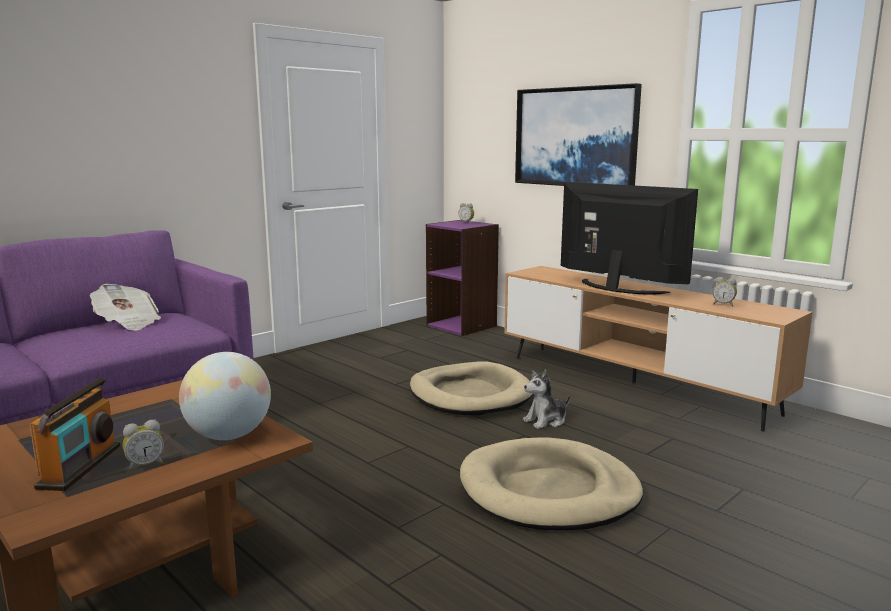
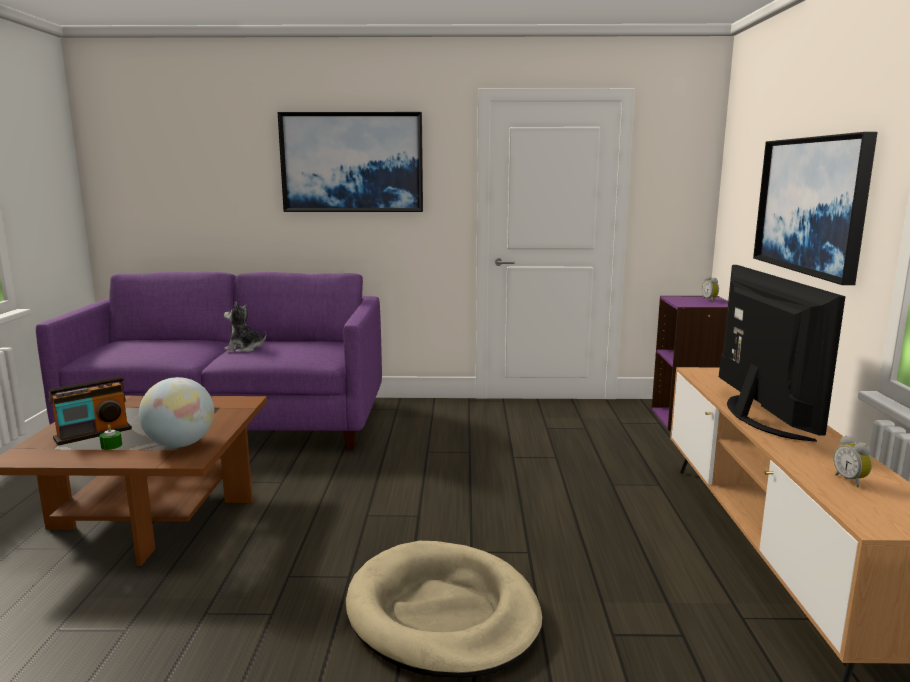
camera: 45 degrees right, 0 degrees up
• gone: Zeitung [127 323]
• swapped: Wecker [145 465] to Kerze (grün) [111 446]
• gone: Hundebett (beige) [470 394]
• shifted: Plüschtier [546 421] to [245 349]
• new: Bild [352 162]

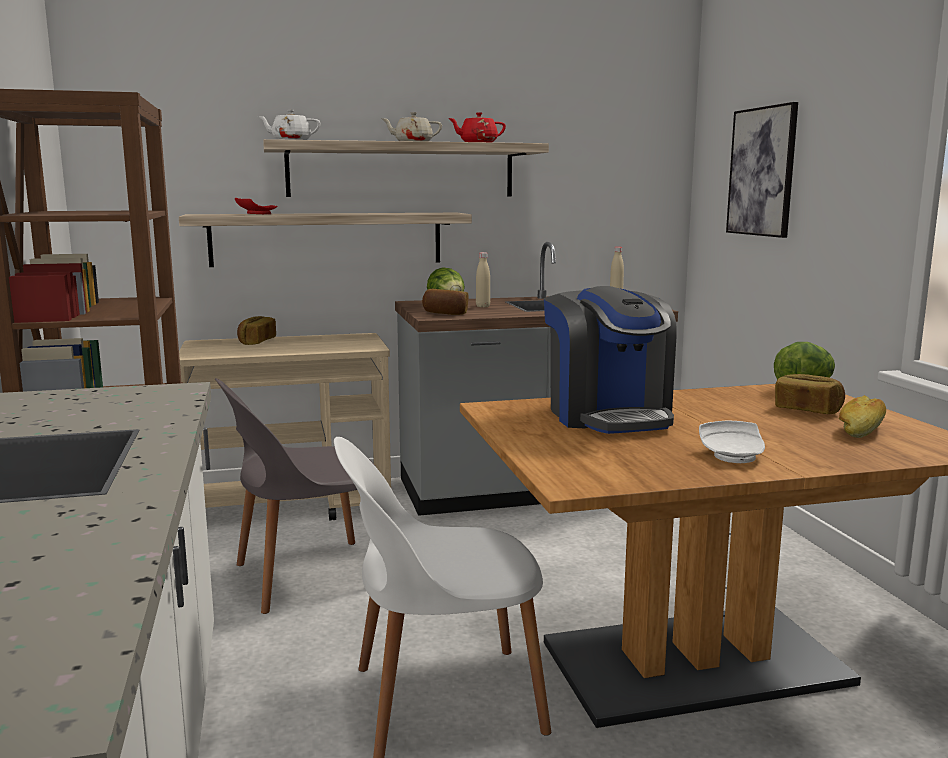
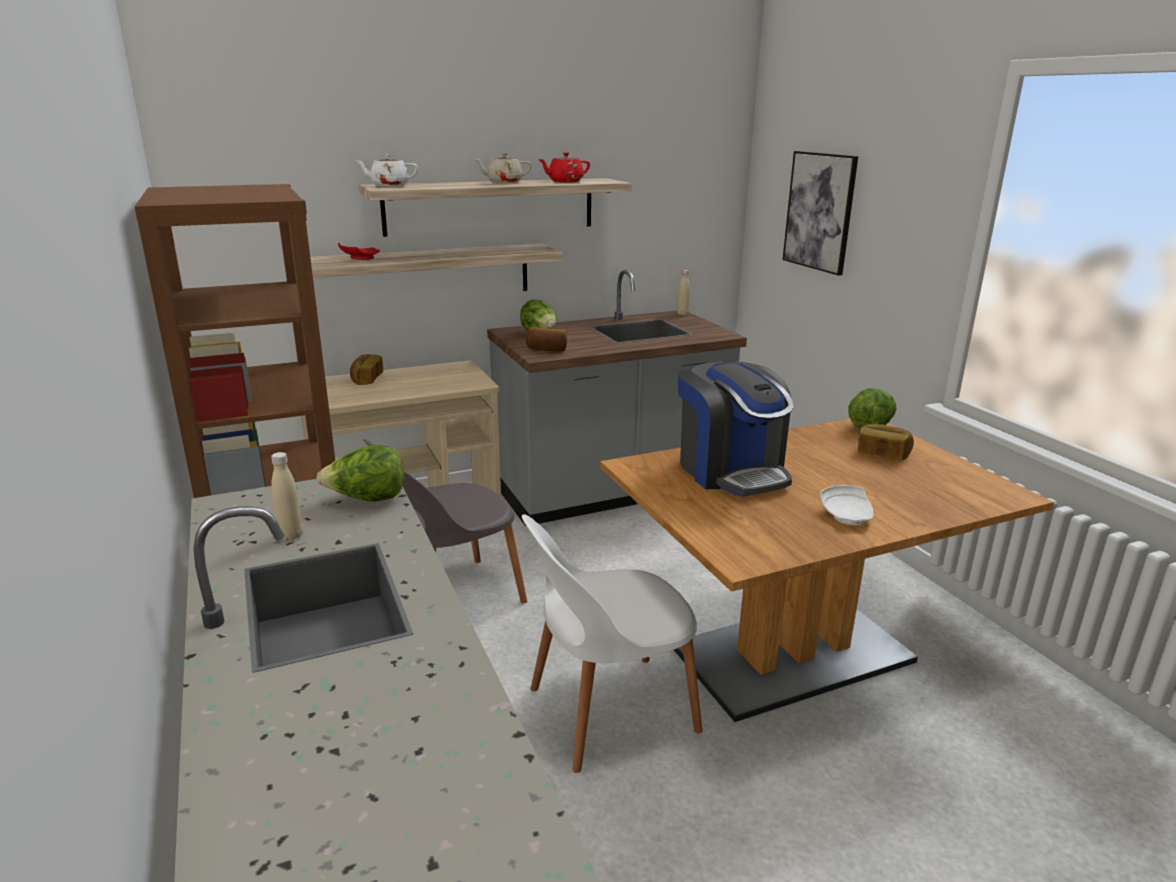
camera: 10 degrees left, 10 degrees up
• shifted: Flasche (beige) [483 306] to [291 536]
• gone: Brot [861 431]
• new: Salatkopf [367 499]

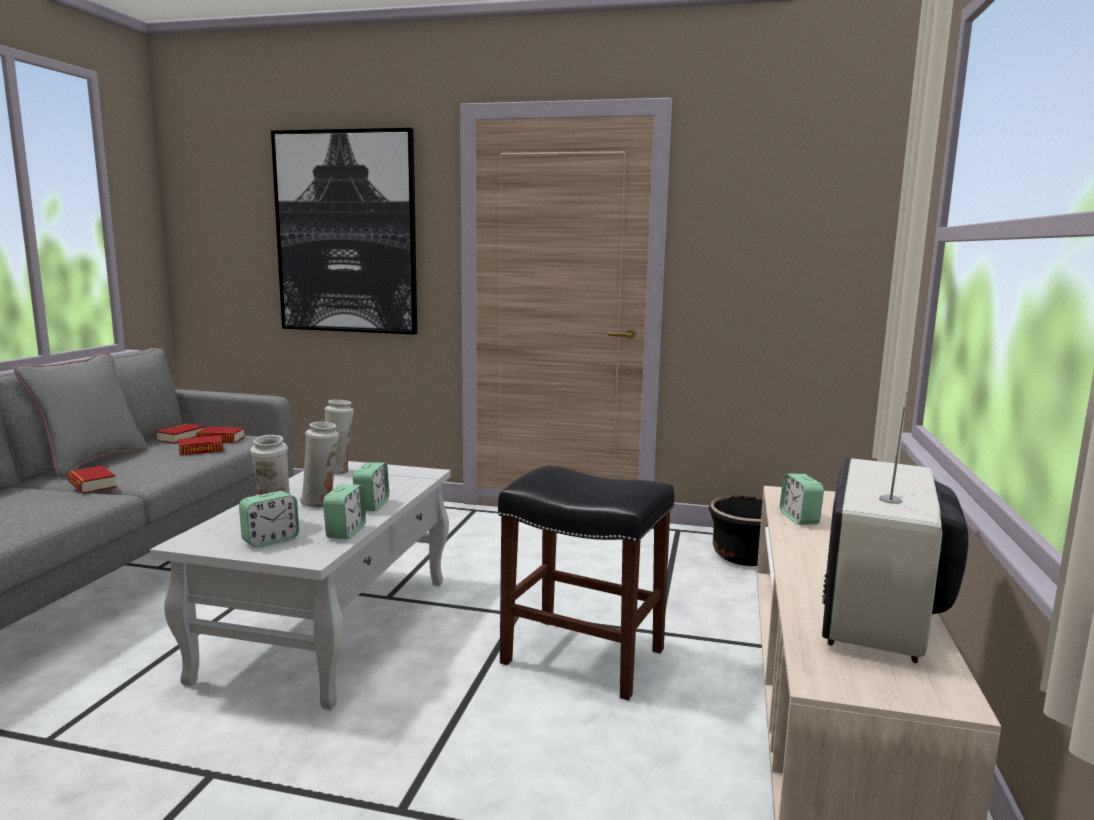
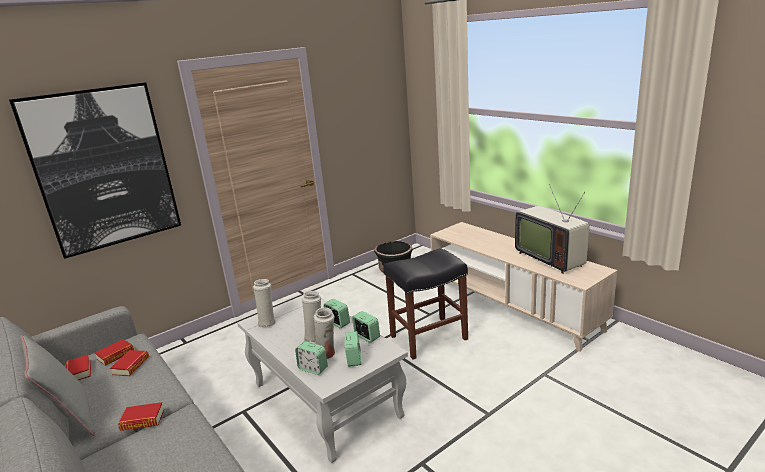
camera: 50 degrees left, 10 degrees up
• shifted: Wecker [799 518] to [313 368]

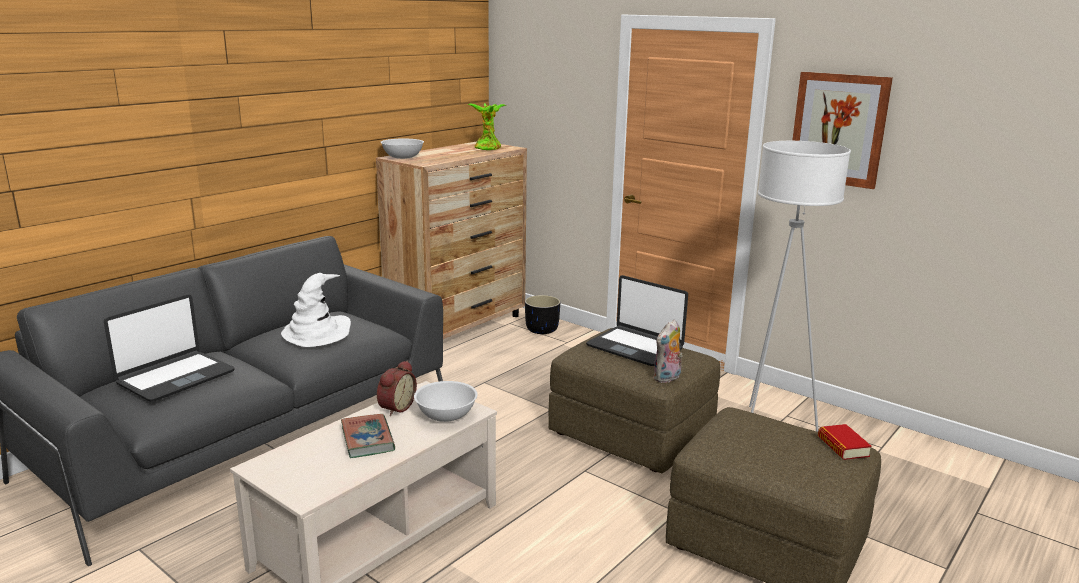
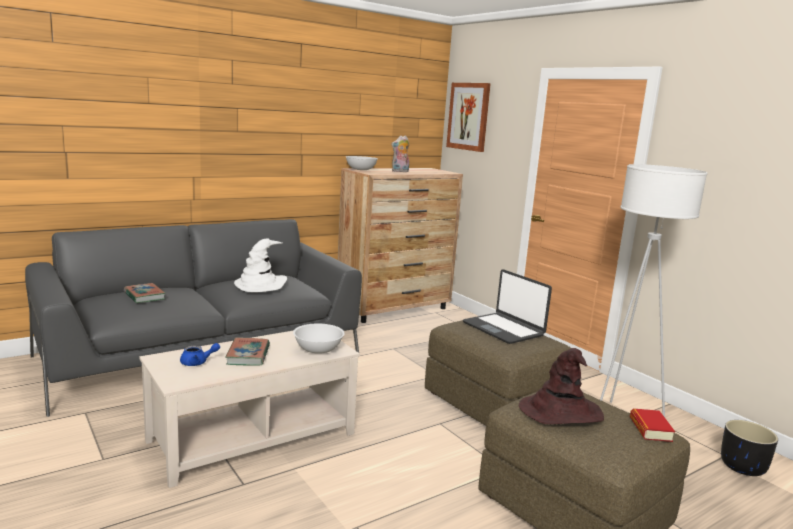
camera: 15 degrees right, 5 degrees down
• swapped: Laptop [175 377] to Buch [144 296]
• gone: Wecker [395 408]
• gone: Topfpflanze [487 148]
• shifted: Pflanzkübel (schwarz) [542 330] to [743 467]
• shifted: Plüschtier [667 378] to [400 171]
• shifted: Bild [838 129] to [468 116]
• new: Teekanne (blau) [198 362]
• new: Hut (braun) [560 412]

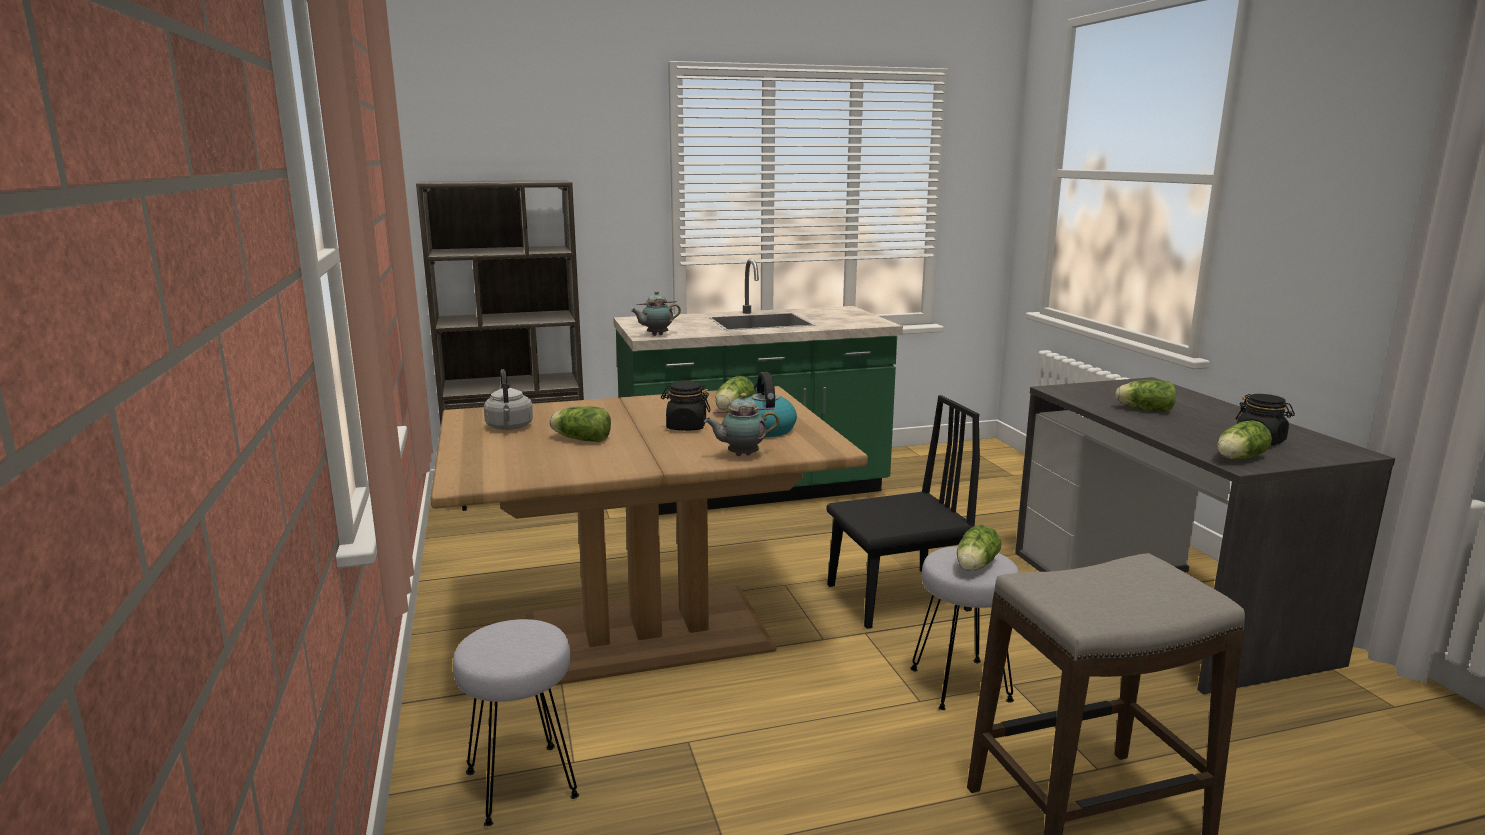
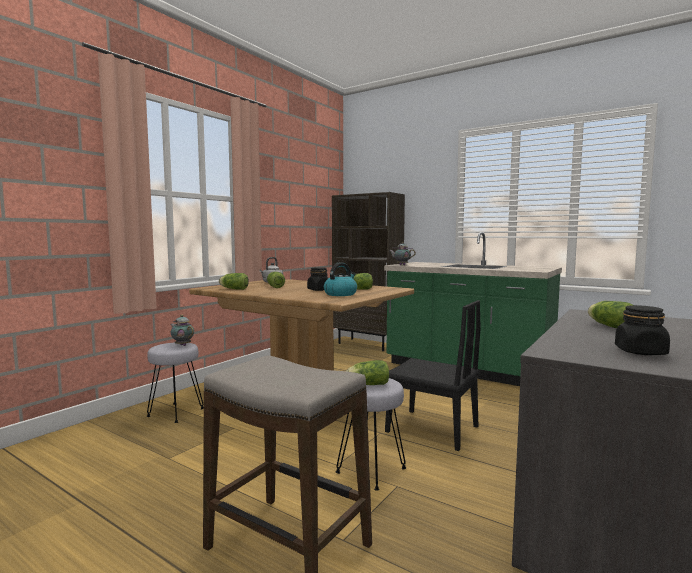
camera: 50 degrees right, 10 degrees down
• shifted: Teekanne [741 455] to [182 345]
• shifted: Salatkopf [1238 458] to [233 289]

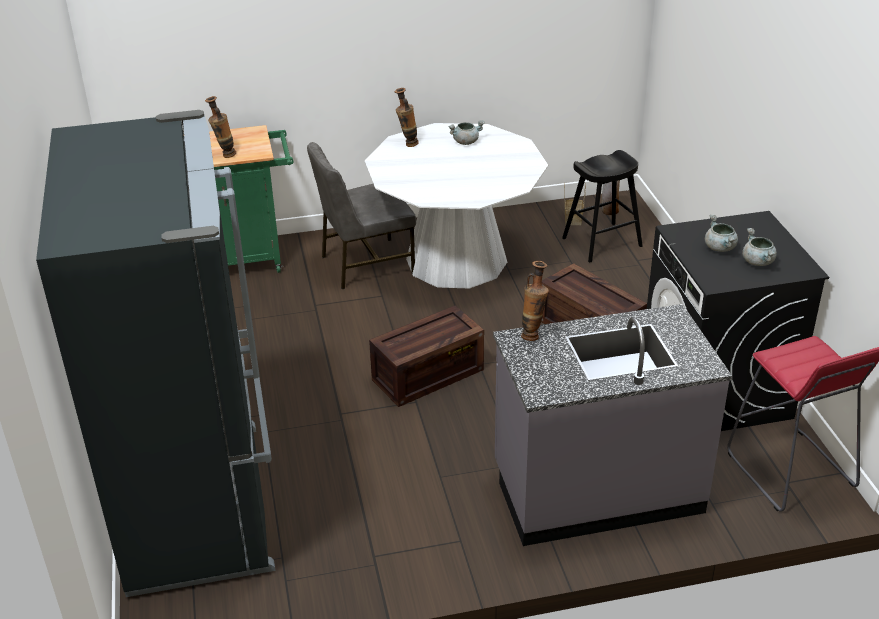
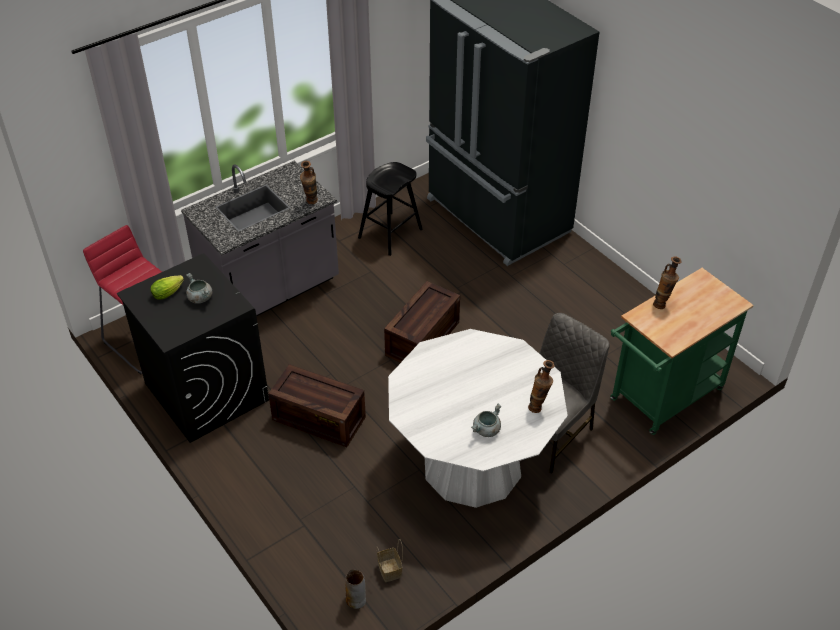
camera: 155 degrees right, 10 degrees up
• shifted: Hocker (schwarz) [602 242] to [390 234]
• swapped: Kochtopf (grau) [758 262] to Salatkopf [169 292]

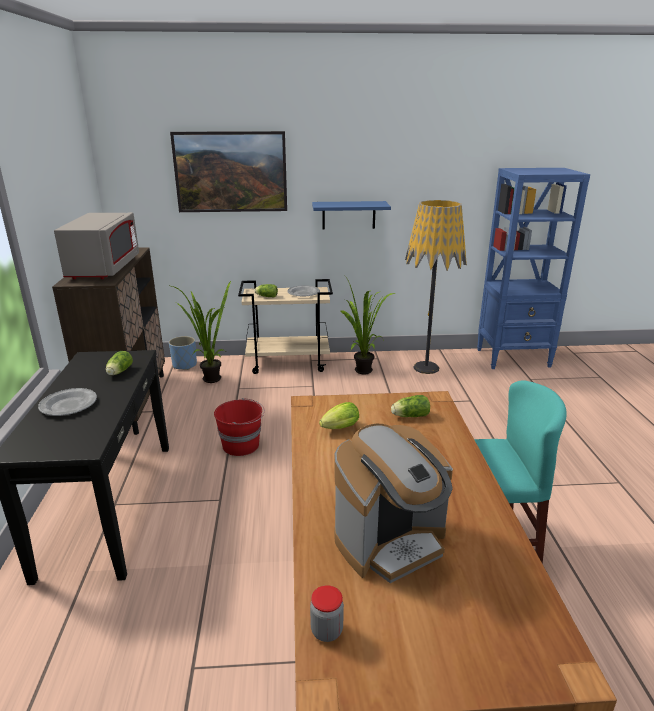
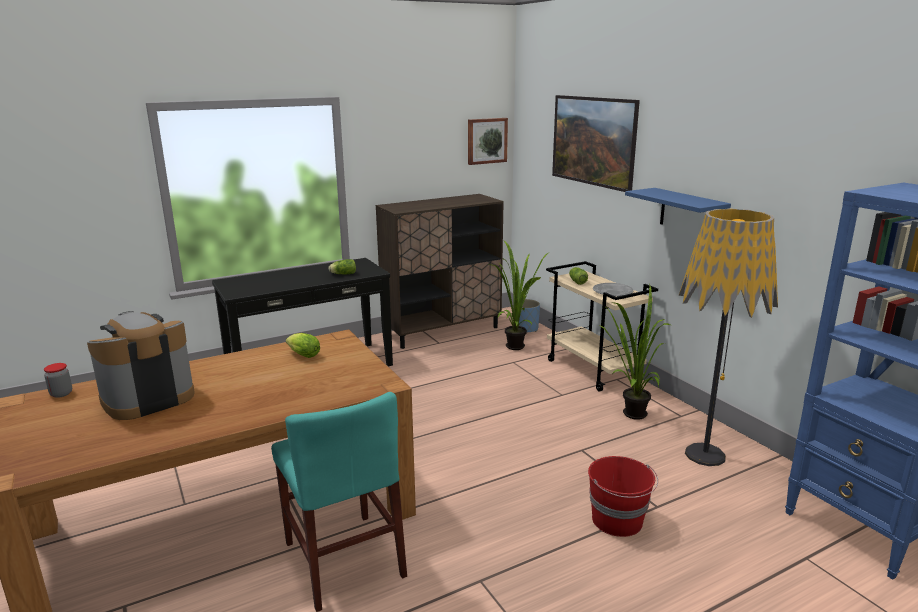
camera: 65 degrees right, 5 degrees down
• gone: Teller (grau) [69 405]
• gone: Mikrowelle (grau) [105 269]
• shifted: Eimer (rot) [241 445] to [618 521]
• rotated: Kaffeemaschine [390 542] = [148 398] 105 degrees clockwise
• gone: Salatkopf [409 416]
• new: Bild [486 141]

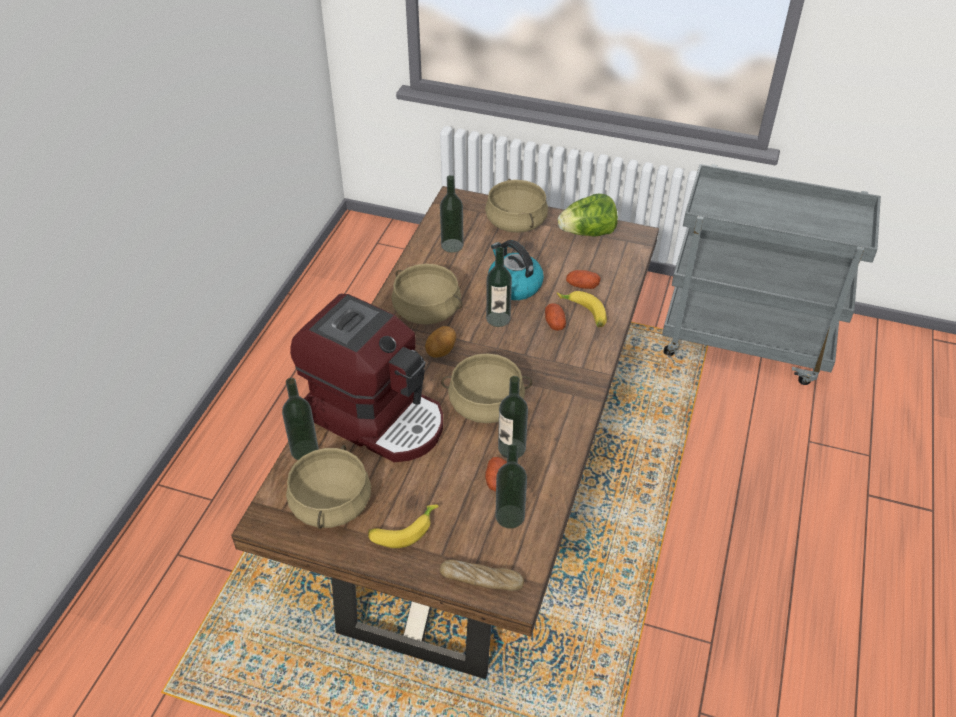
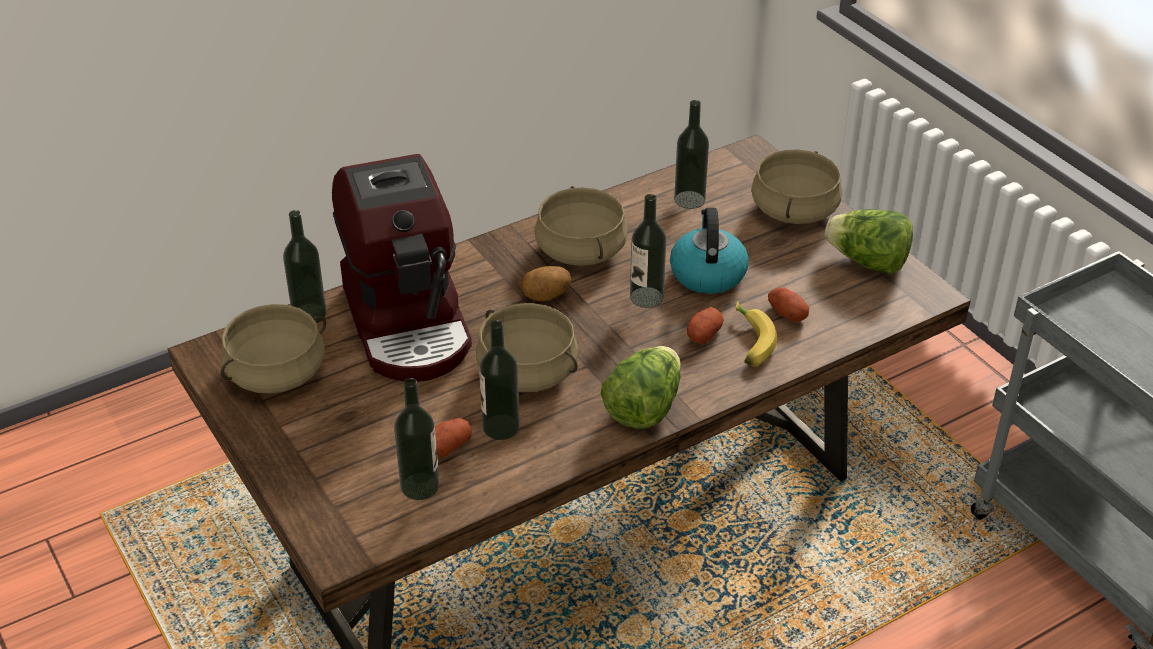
camera: 40 degrees right, 5 degrees down
• gone: Banane [403 530]
• gone: Brot [481 579]
• new: Salatkopf [644 408]

